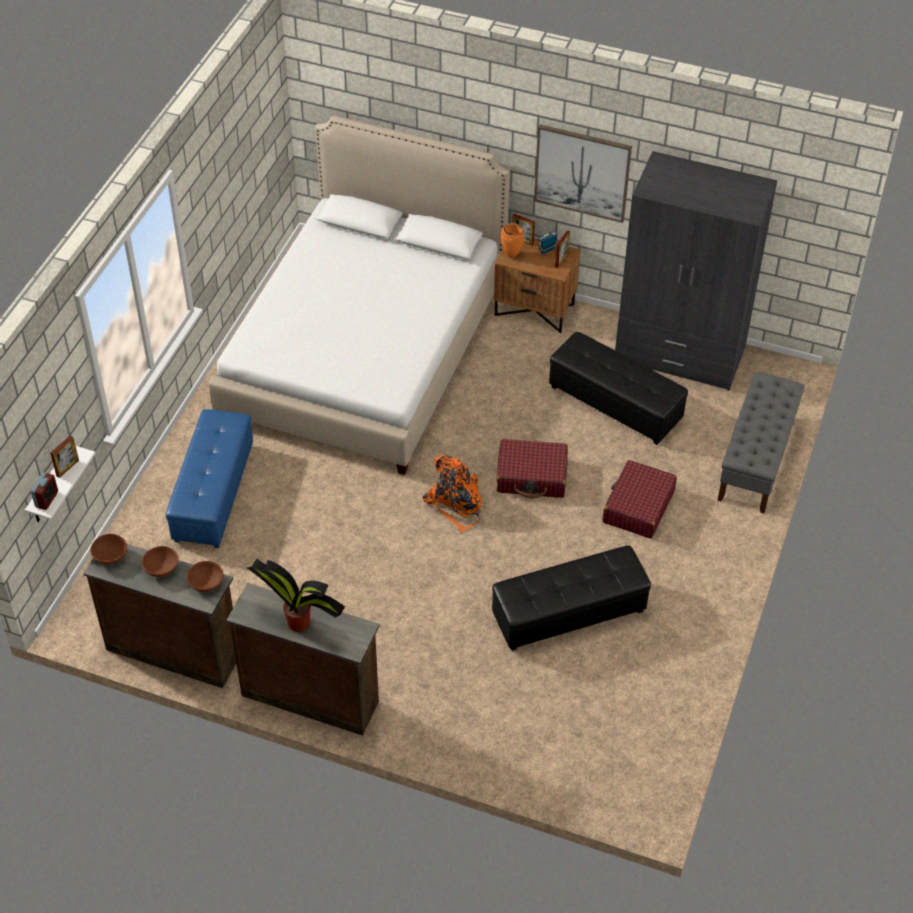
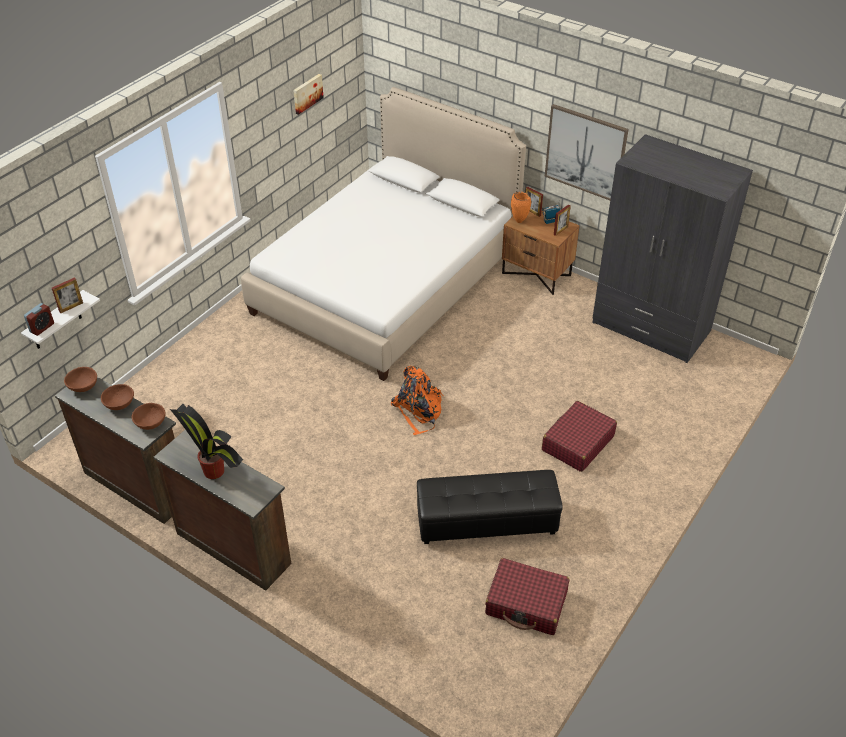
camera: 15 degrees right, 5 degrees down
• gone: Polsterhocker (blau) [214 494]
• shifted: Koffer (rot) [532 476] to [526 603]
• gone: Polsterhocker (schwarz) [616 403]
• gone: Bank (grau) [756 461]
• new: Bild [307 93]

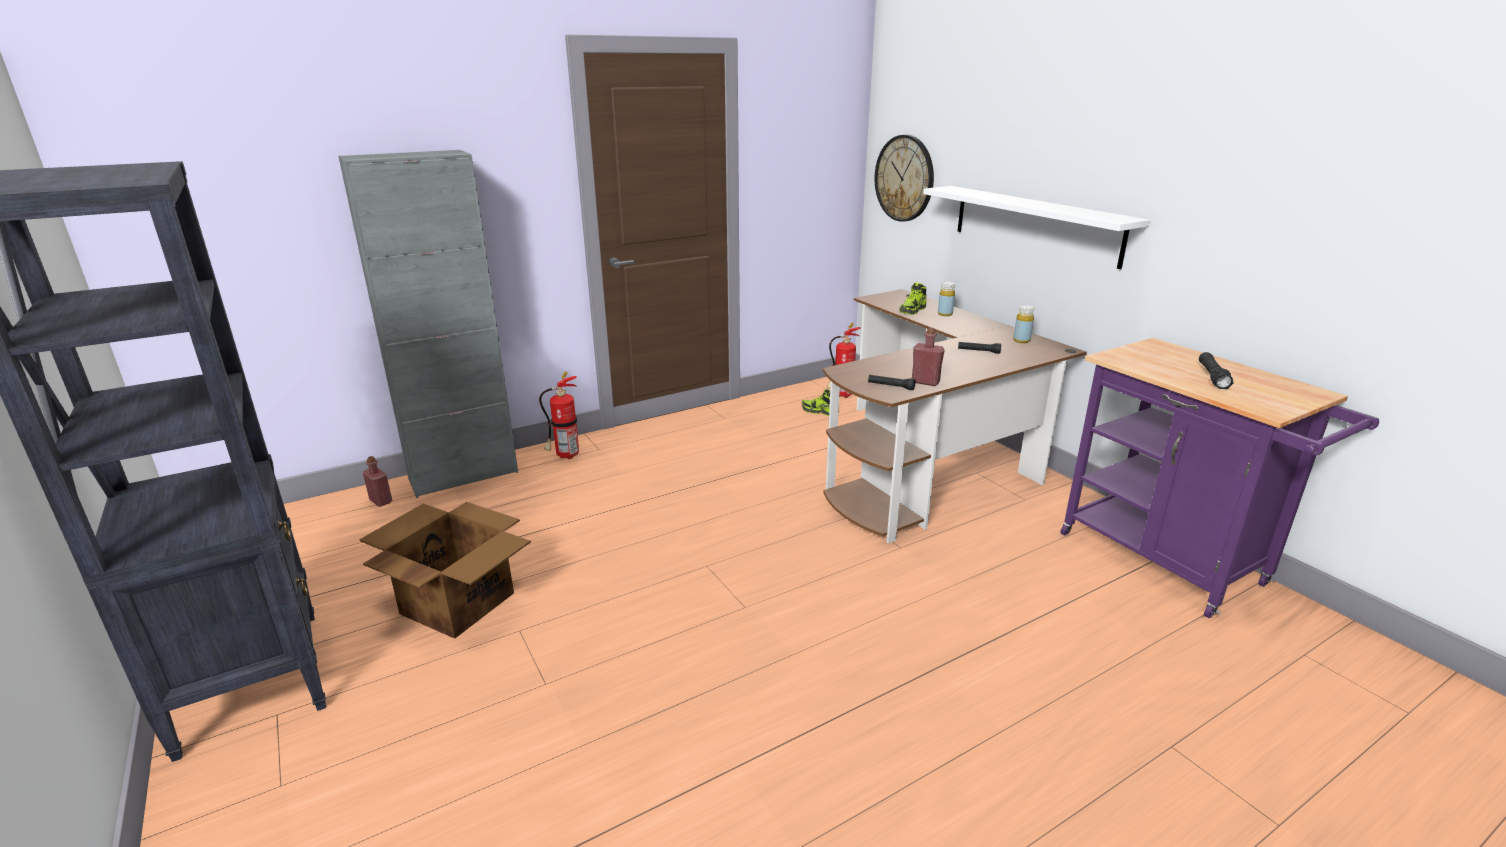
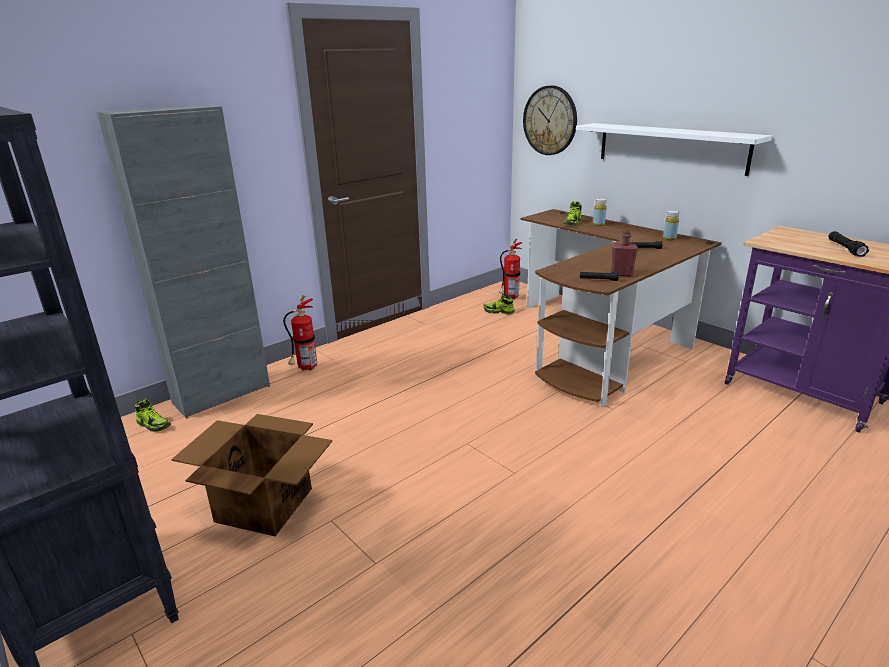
camera: 10 degrees left, 0 degrees up
• swapped: Flasche (rot) [381 501] to Schuh [154 425]

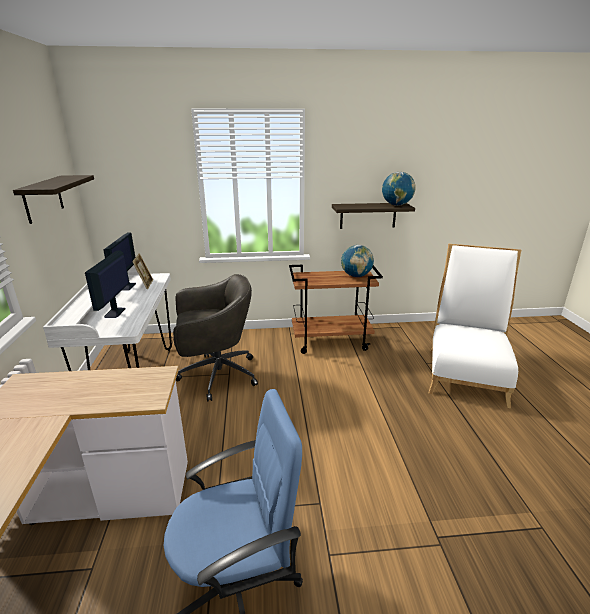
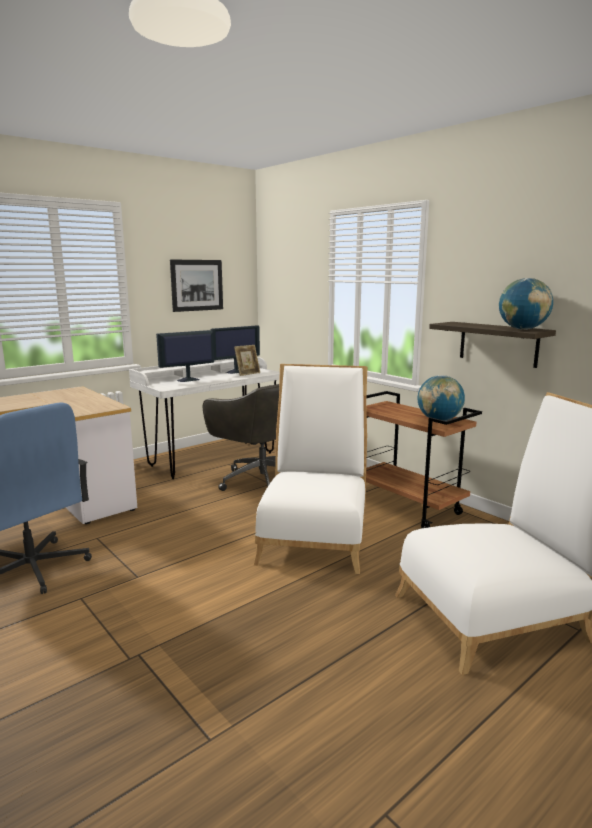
camera: 55 degrees right, 10 degrees down
• swapped: Wandregal [43 198] to Bild [197 285]
• new: Stuhl (weiß) [314 535]

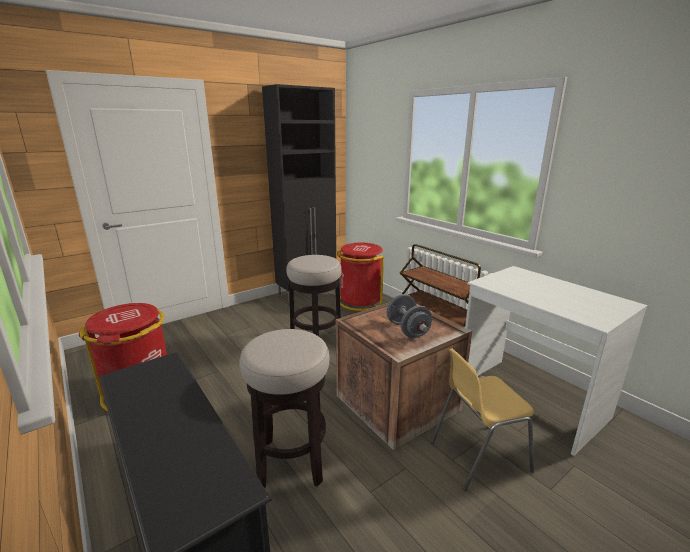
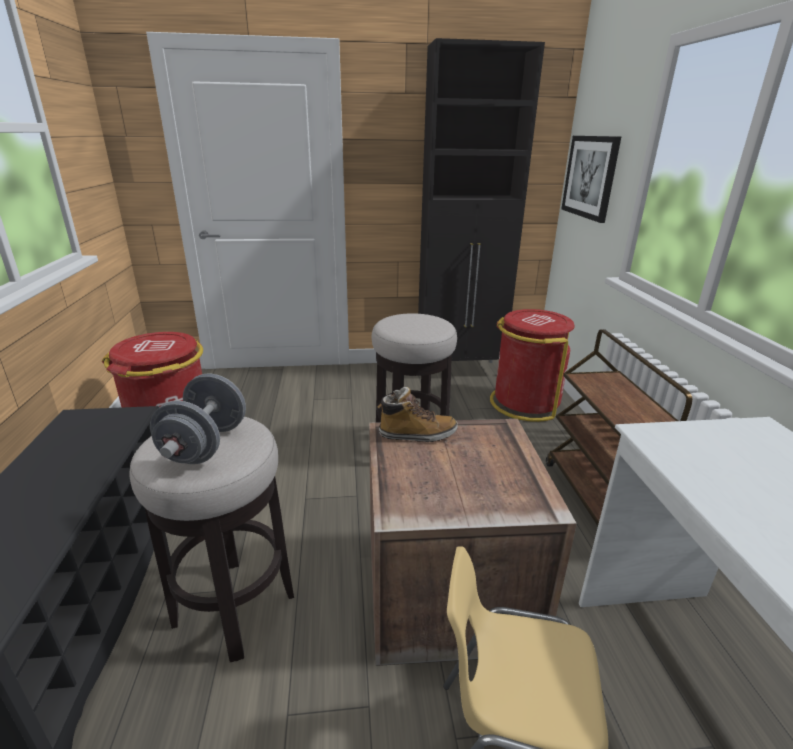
camera: 30 degrees right, 5 degrees up
• shifted: Hantel (grau) [407 330] to [205 445]
• new: Stiefel [417 434]
• new: Bild [590 177]

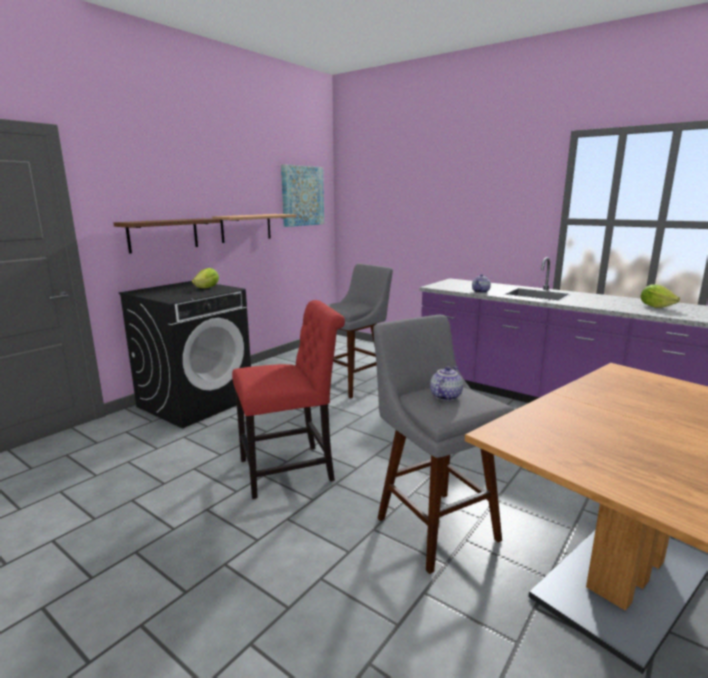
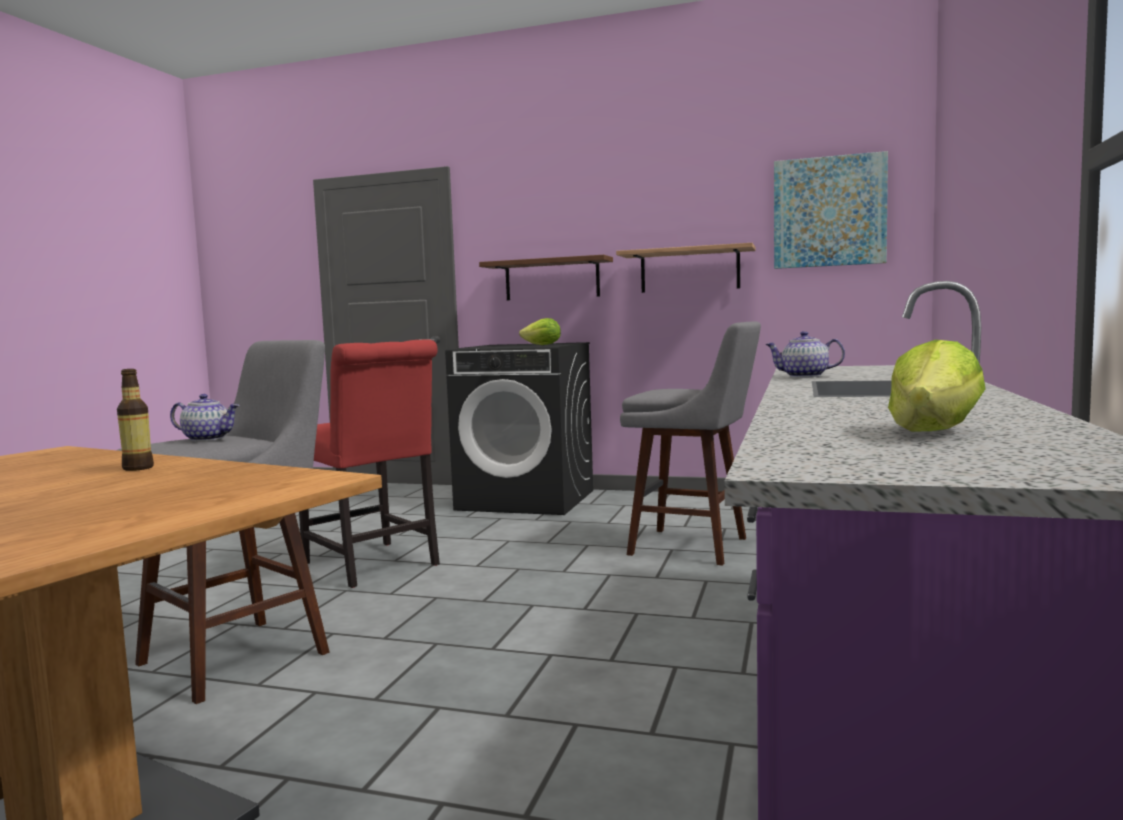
camera: 70 degrees right, 10 degrees down
• new: Flasche [138 468]

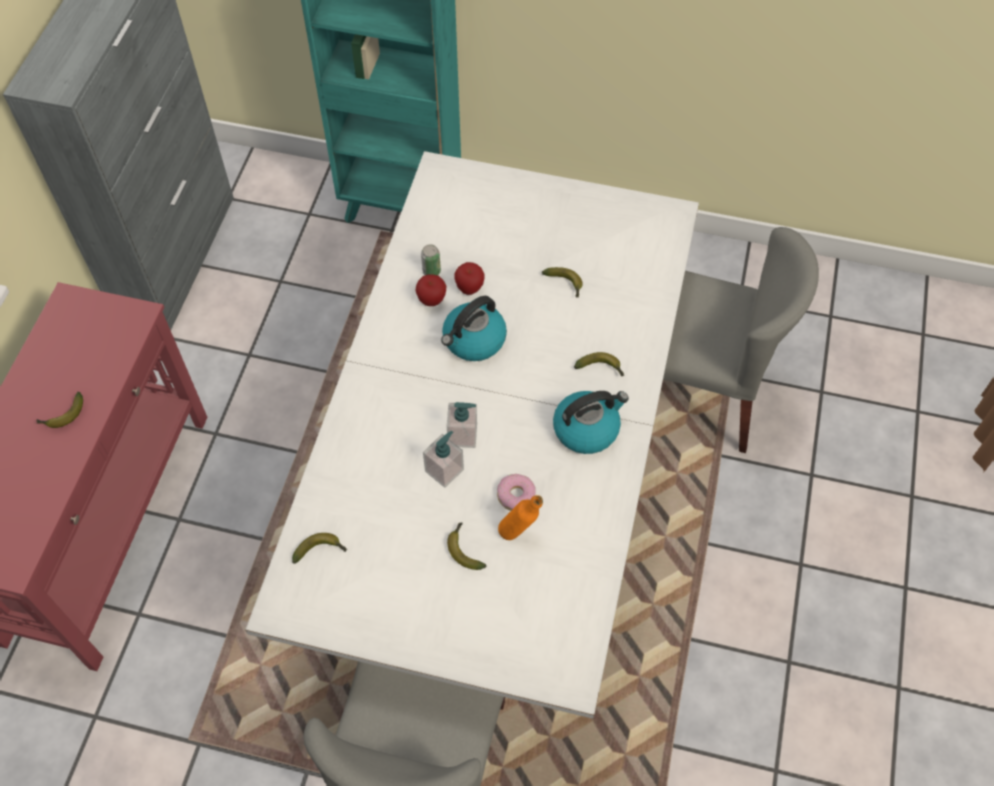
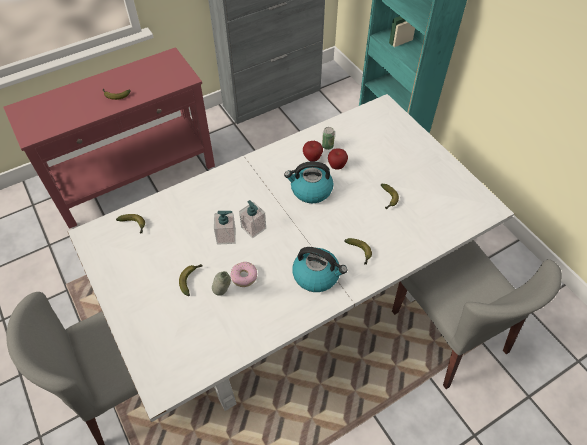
camera: 45 degrees right, 5 degrees down
• repainted: Flasche (orange) [519 533] to Flasche (grau) [224 295]

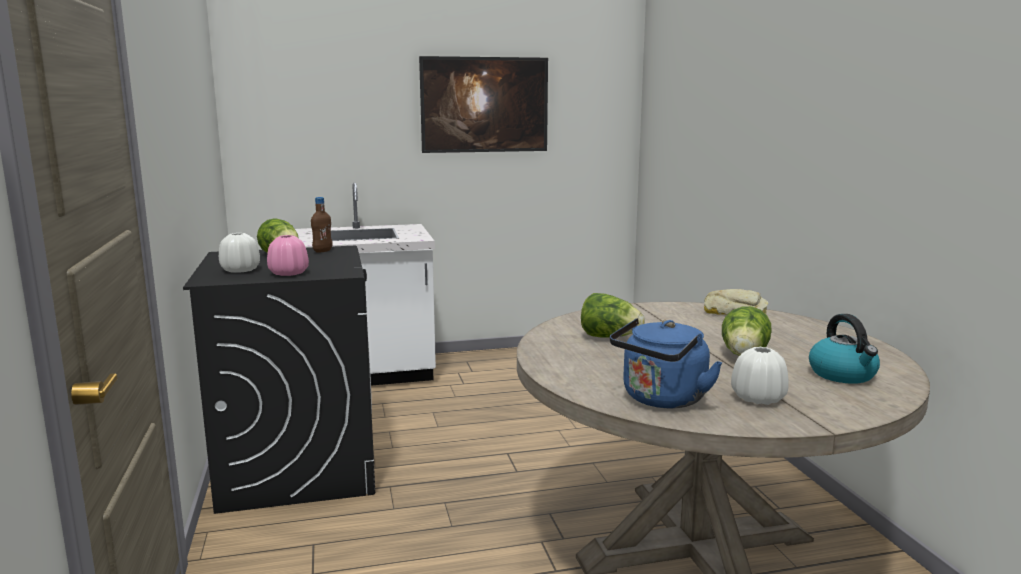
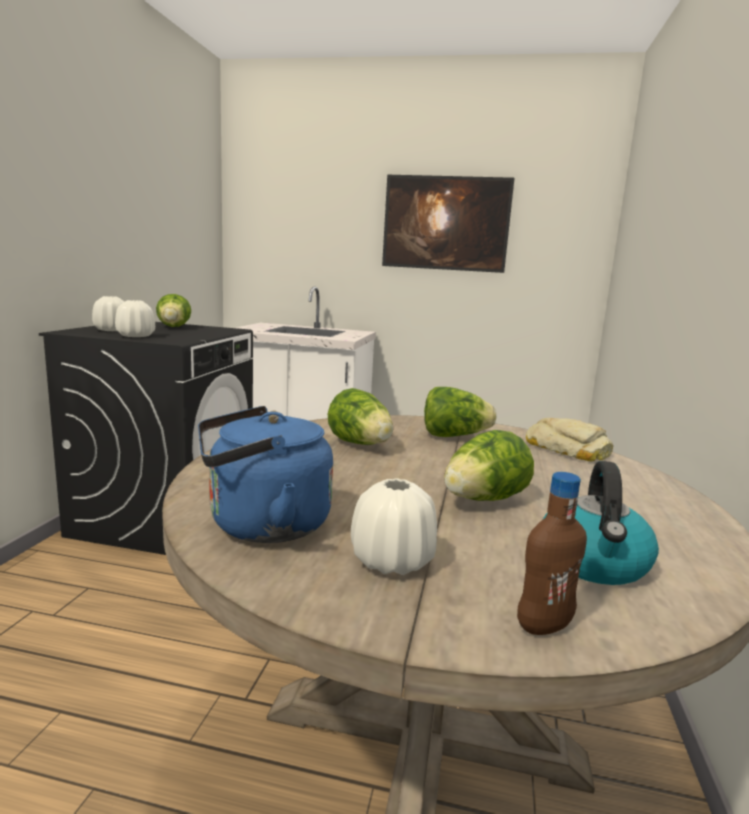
camera: 25 degrees right, 0 degrees up
• repainted: Vase (rosa) [288 273] to Vase (weiß) [136 336]
• shifted: Flasche (braun) [322 251] to [544 625]
• new: Salatkopf [454 436]

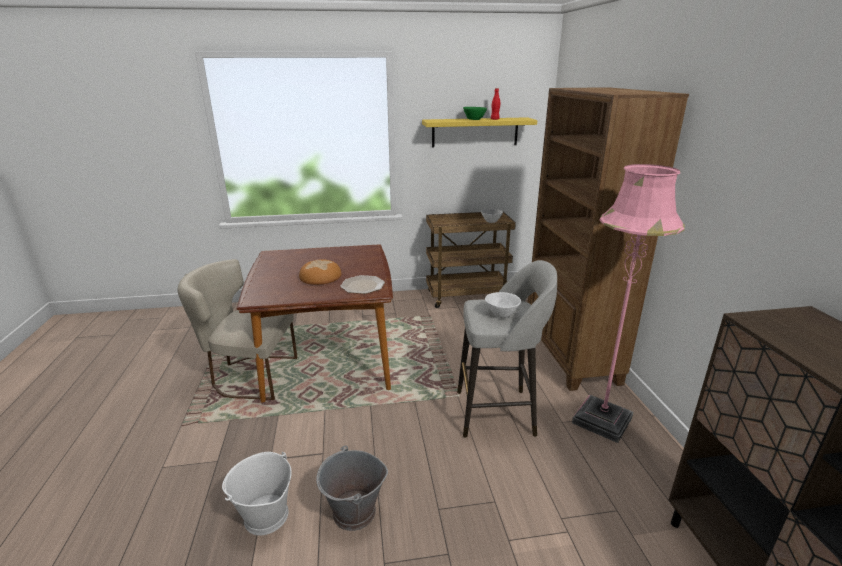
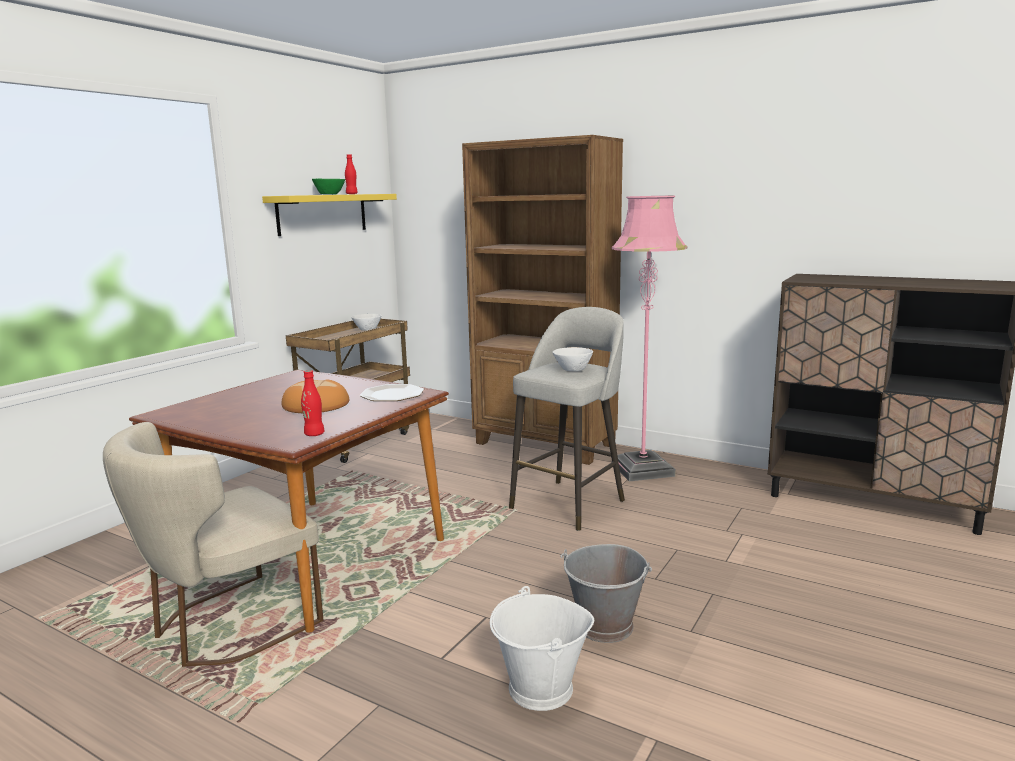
camera: 50 degrees left, 10 degrees down
• new: Flasche (rot) [314 434]

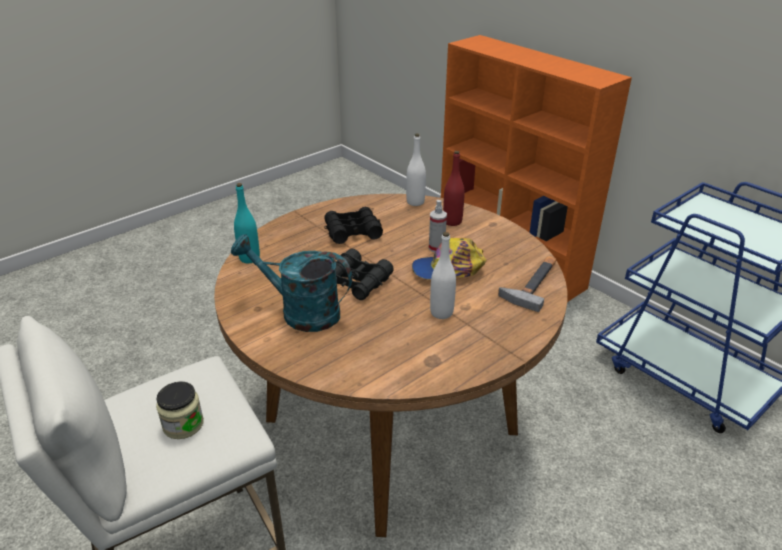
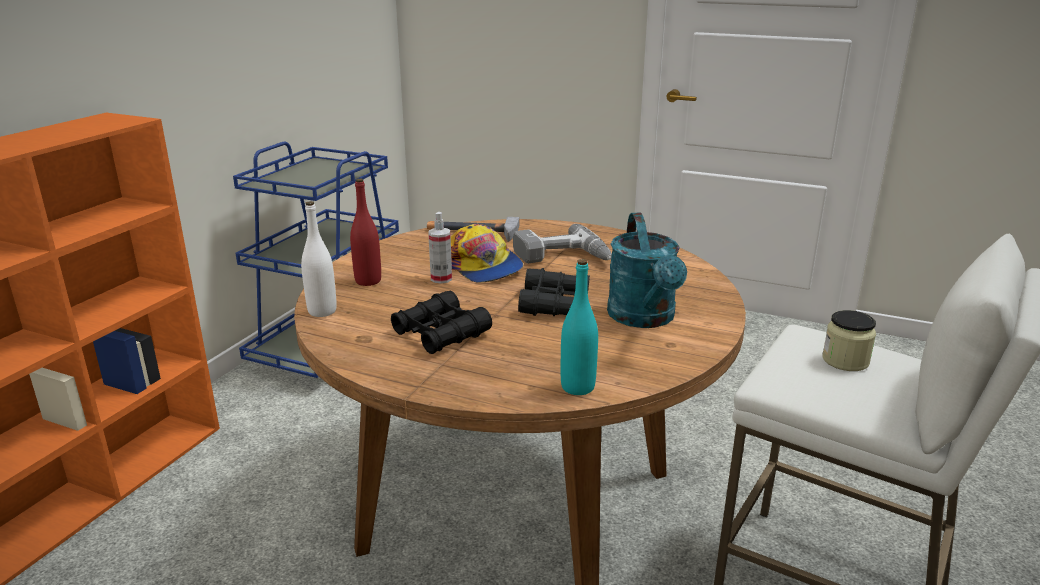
camera: 115 degrees left, 10 degrees down
• swapped: Flasche (weiß) [441 312] to Bohrmaschine [563 258]

